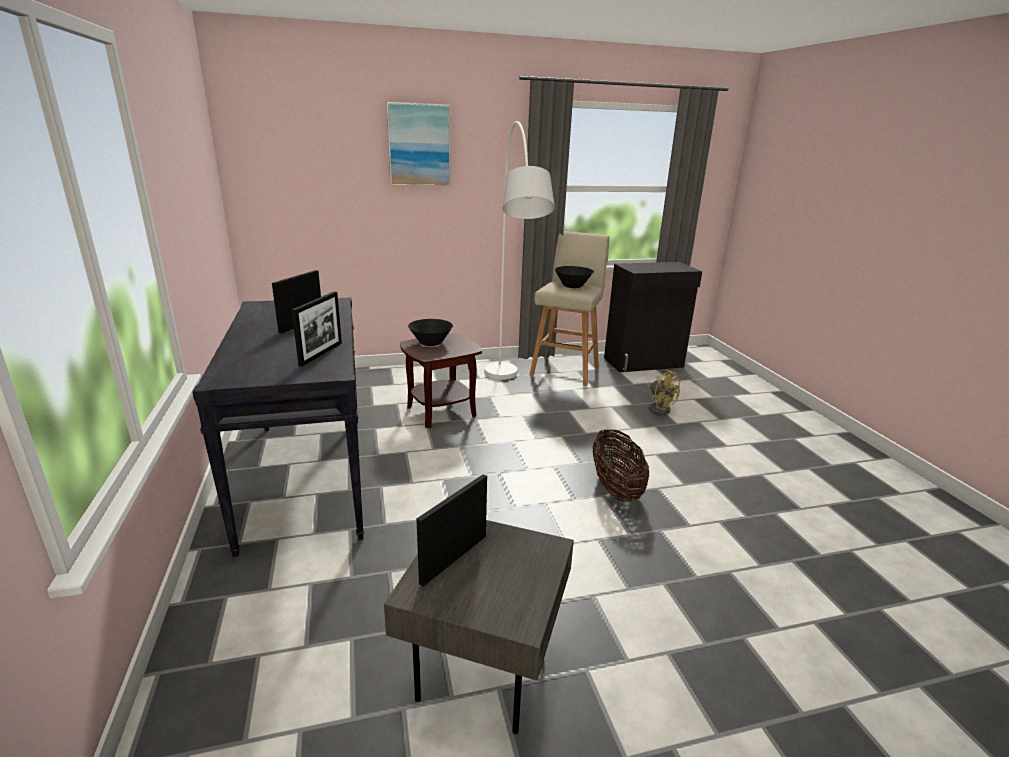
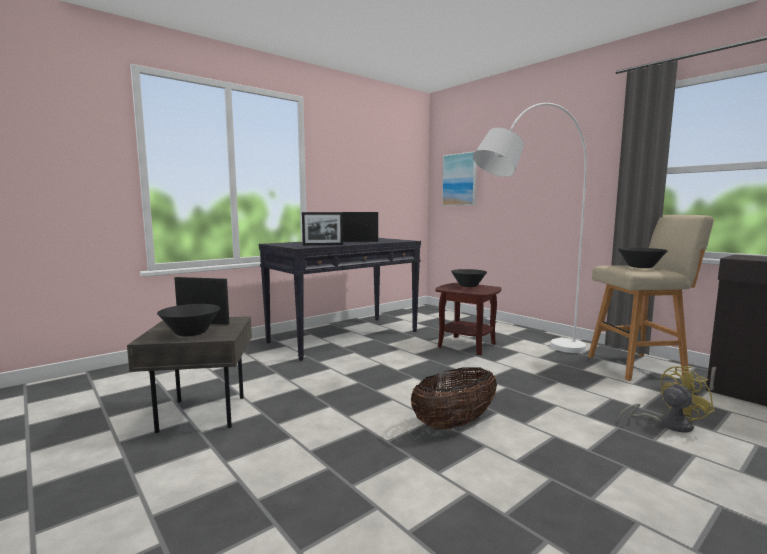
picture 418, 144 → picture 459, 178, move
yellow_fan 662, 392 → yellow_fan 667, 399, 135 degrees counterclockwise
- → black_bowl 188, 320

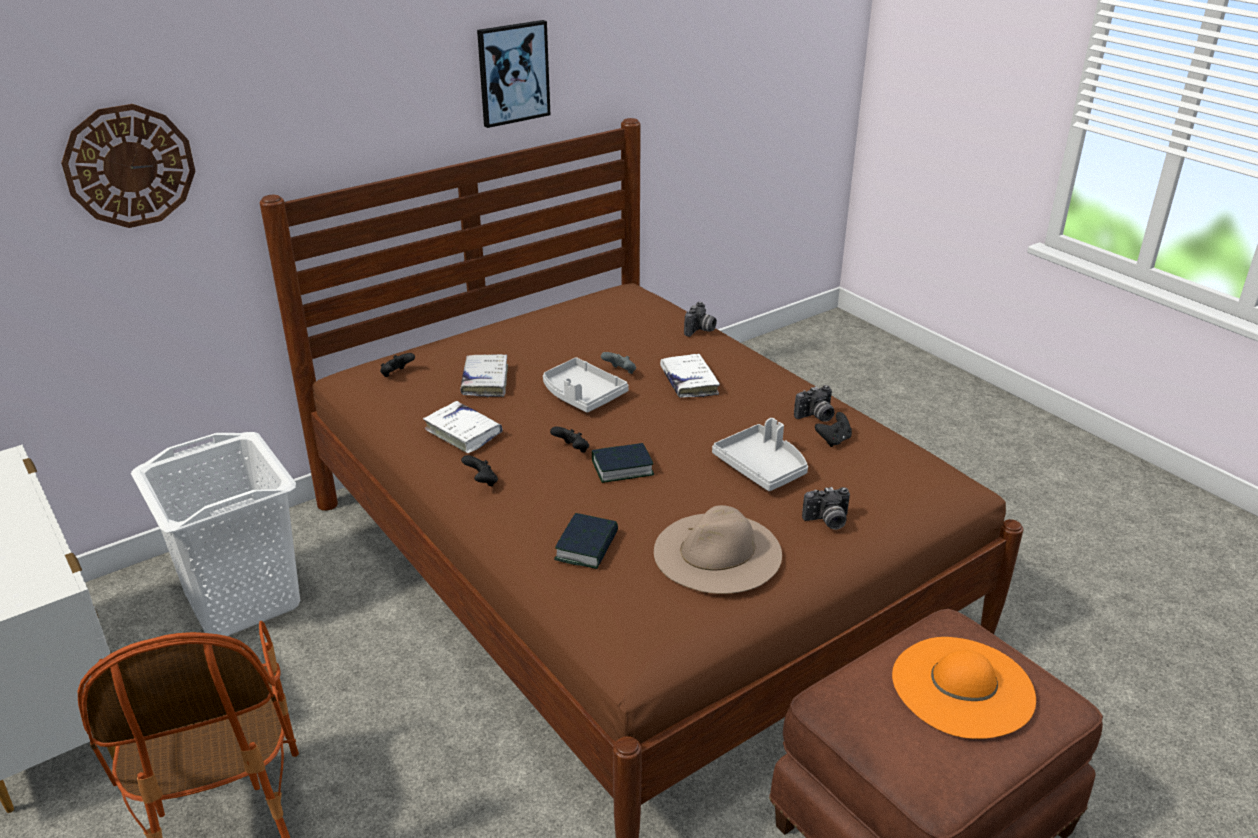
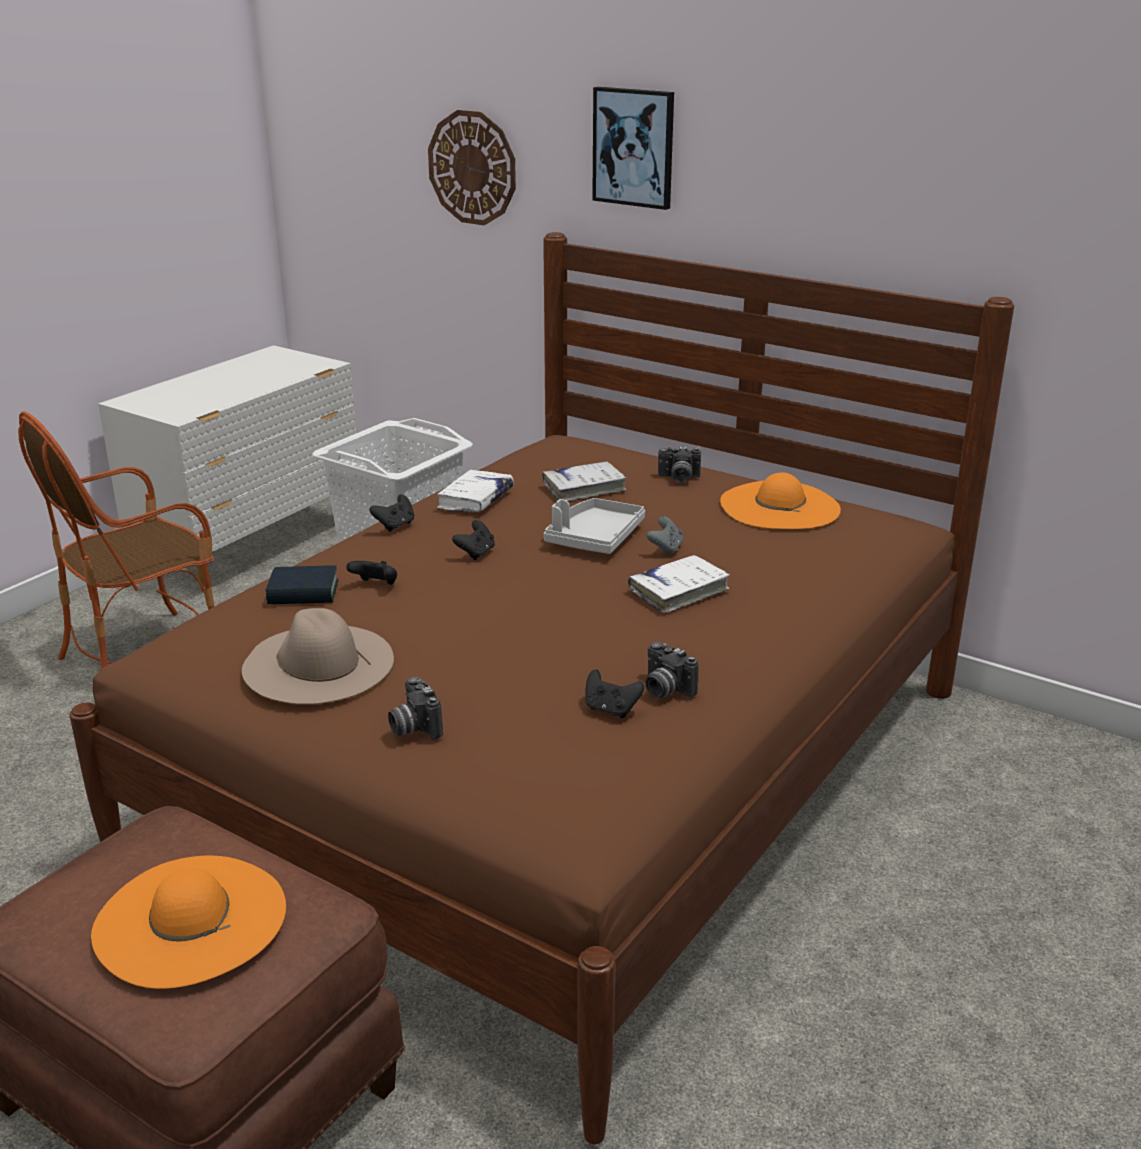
black_game_controller 397, 365 → black_game_controller 371, 573, move
picture 513, 74 → picture 633, 148, move
book 623, 463 → -
photo_camera 700, 319 → photo_camera 679, 464, move
grey_tray 760, 454 → -
- → orange_hat 780, 500

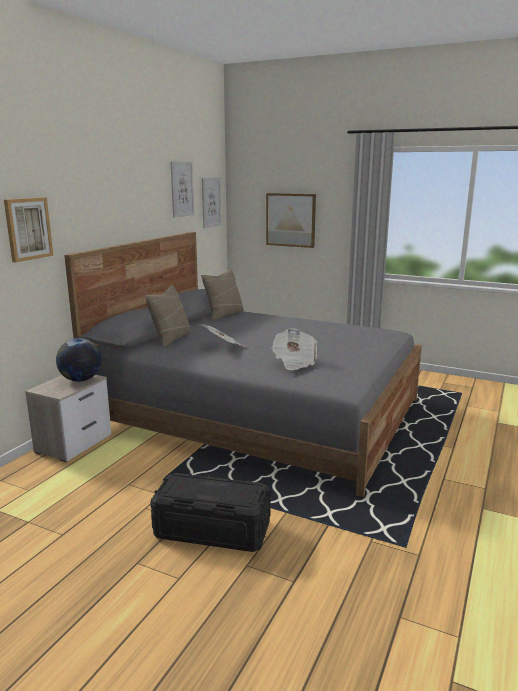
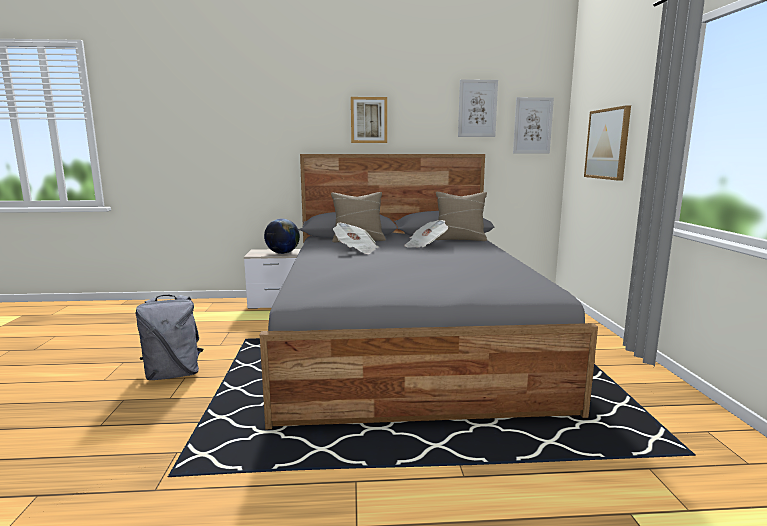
picture 28, 229 → picture 369, 120, move
black_storage_box 210, 512 → grey_backpack 169, 337
newspaper 294, 349 → newspaper 426, 234, move

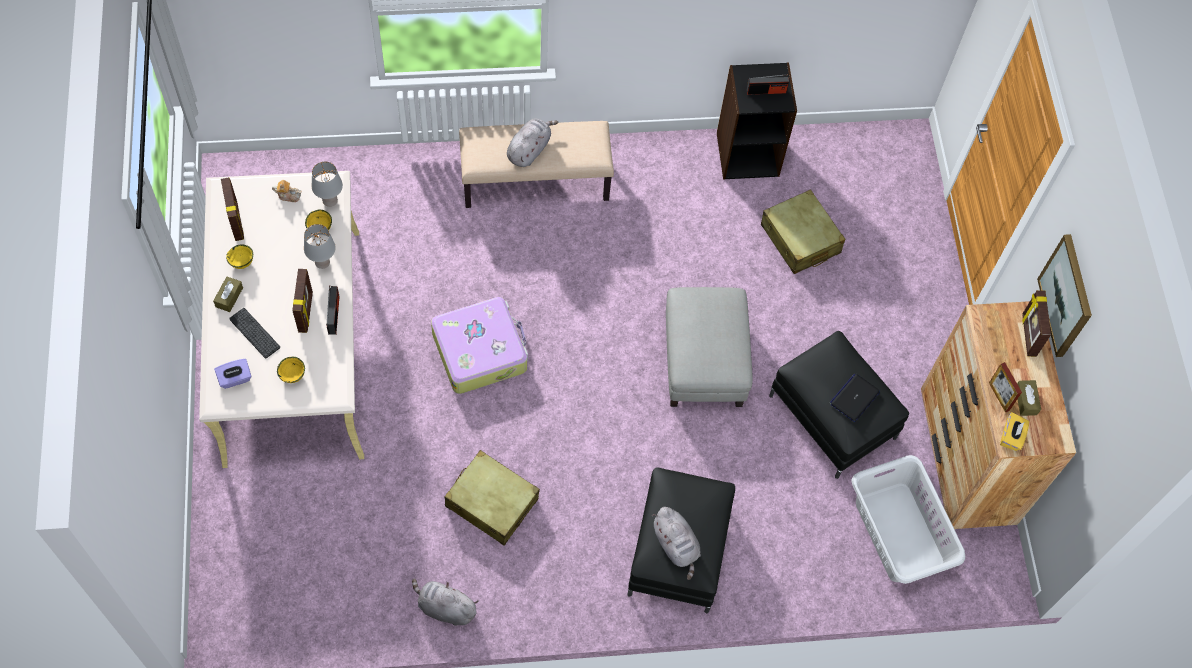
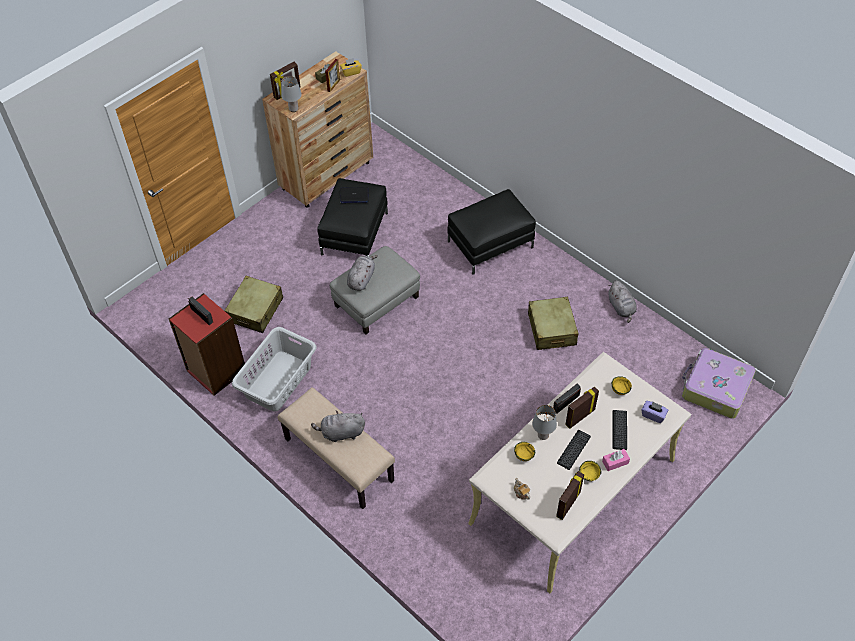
brown_tissue_box 228, 294 → pink_tissue_box 616, 460
grey_table_lamp 327, 184 → grey_table_lamp 291, 94, move
suitcase 479, 345 → suitcase 719, 383, move
grey_plush_toy 676, 543 → grey_plush_toy 362, 273, move
black_bookcase 757, 121 → red_bookcase 207, 344
grey_laundry_basket 908, 519 → grey_laundry_basket 274, 369, move
picture 1064, 295 → -
- → keyboard 574, 450

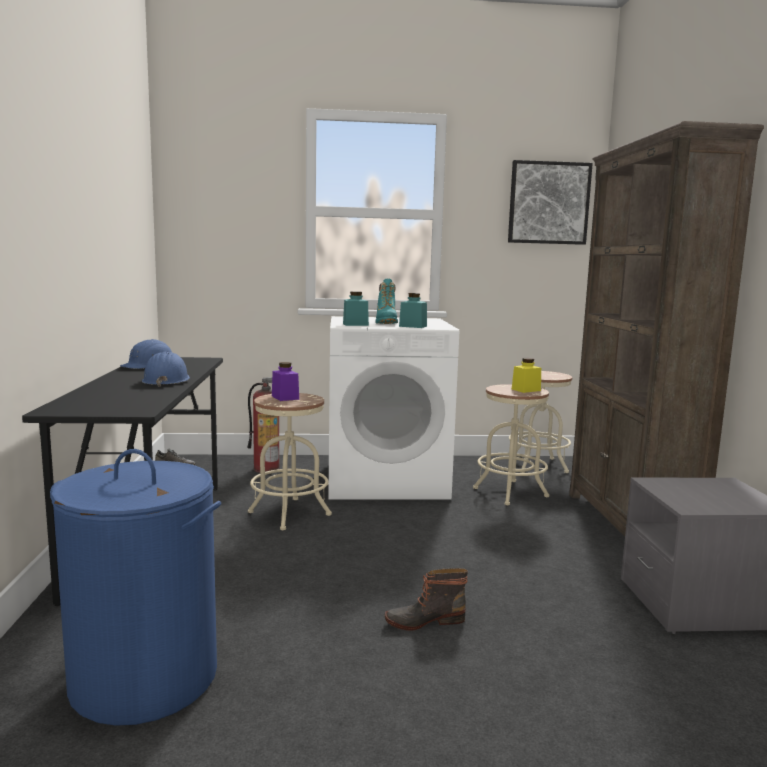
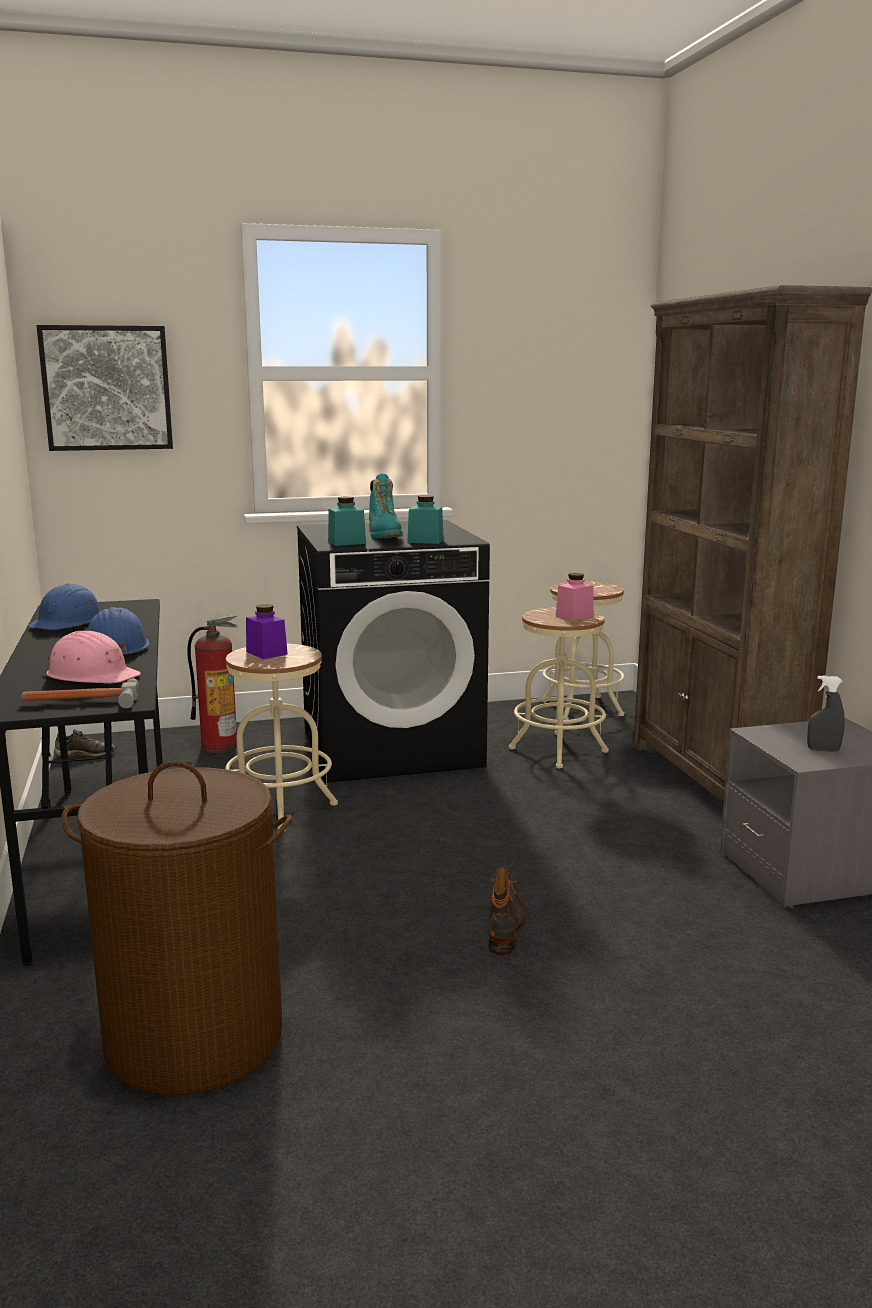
blue_laundry_basket 135, 587 → brown_laundry_basket 176, 928
white_washing_machine 393, 408 → black_washing_machine 393, 651
boot 426, 599 → boot 507, 911, 120 degrees clockwise
picture 550, 202 → picture 104, 388, move
yellow_jar 526, 375 → pink_jar 575, 596
- → hammer 80, 693
- → pink_hard_hat 94, 657
- → grey_spray_bottle 826, 713

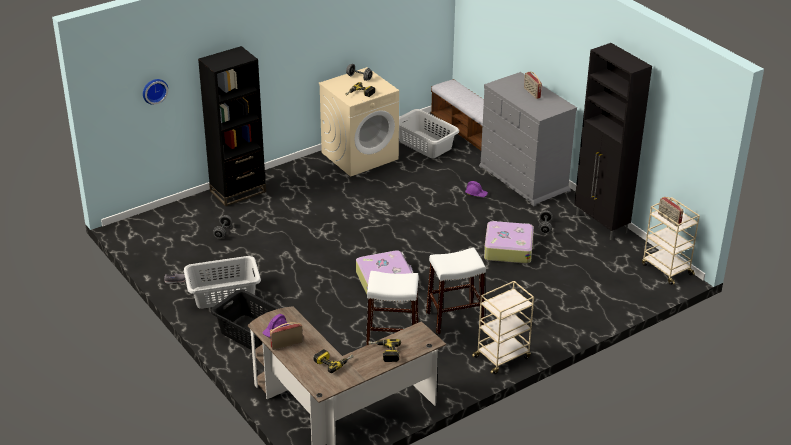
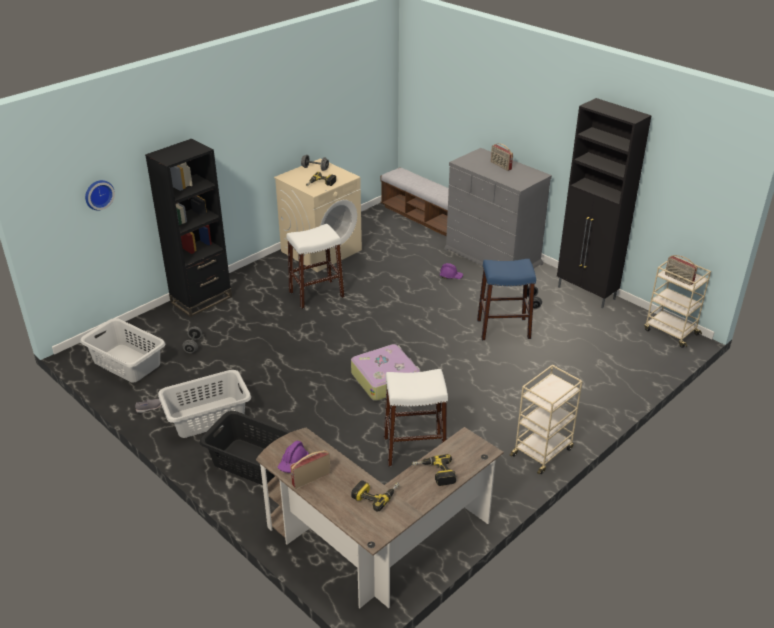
grey_laundry_basket 429, 133 → grey_laundry_basket 122, 350, move
white_stool 456, 291 → white_stool 315, 266, move
suitcase 509, 242 → blue_stool 506, 299

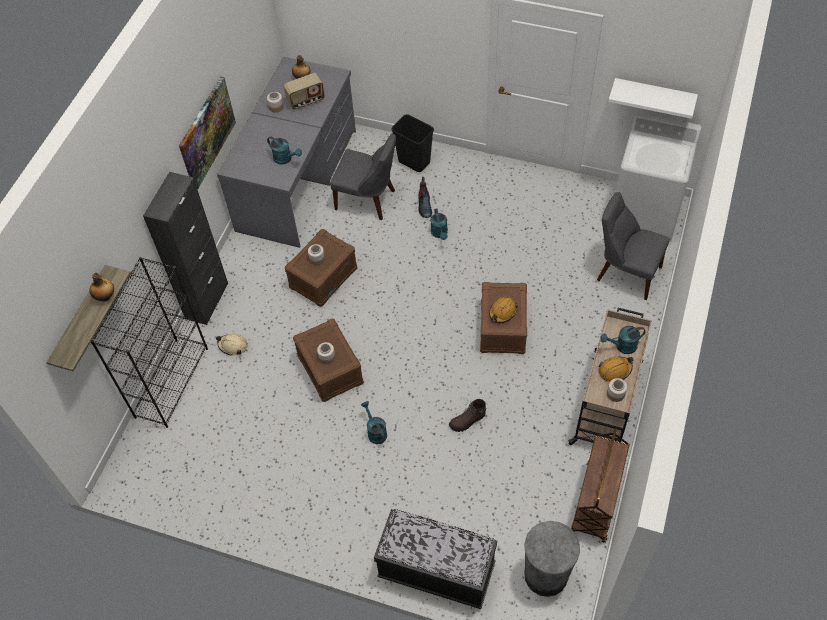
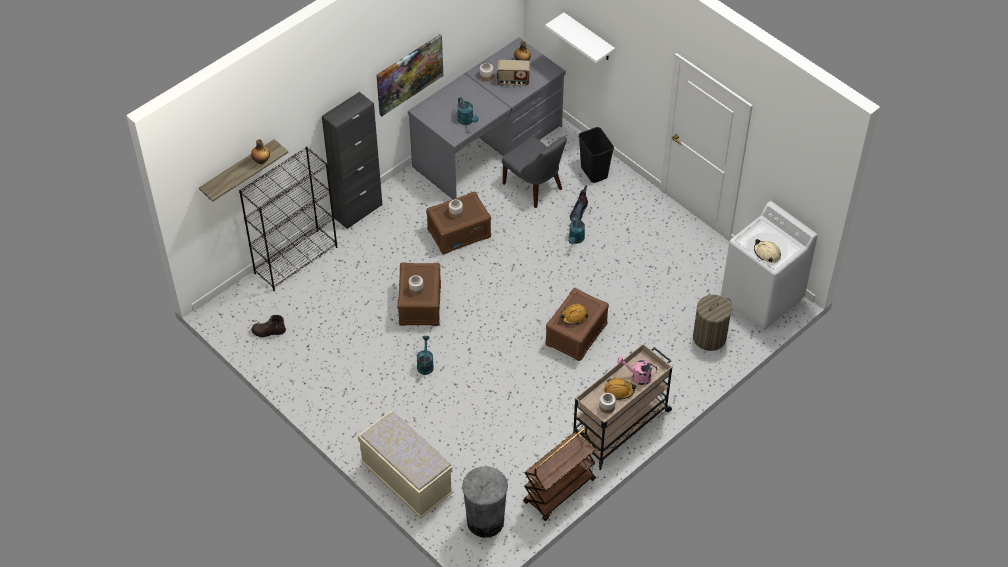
beige_hard_hat 232, 345 → beige_hard_hat 767, 251, move
black_bench 435, 559 → beige_bench 405, 464
brown_boot 467, 415 → brown_boot 268, 326, move
grey_chair 633, 246 → laundry_basket 712, 323
turquoise_watering_can 622, 340 → pink_watering_can 637, 370
white_shelf 653, 98 → white_shelf 580, 38, move

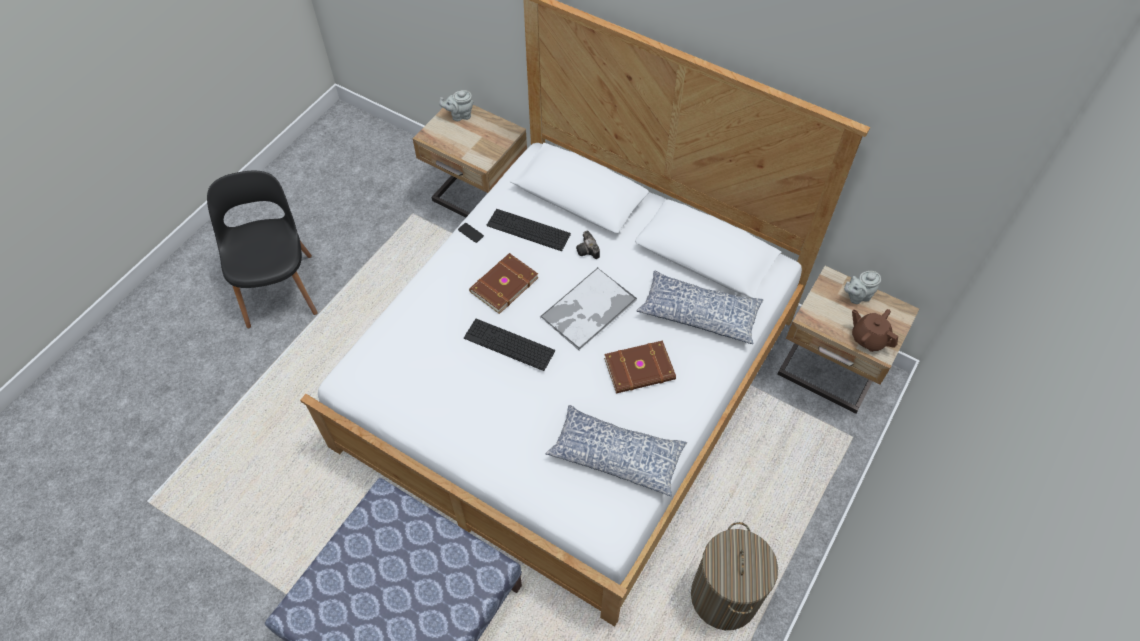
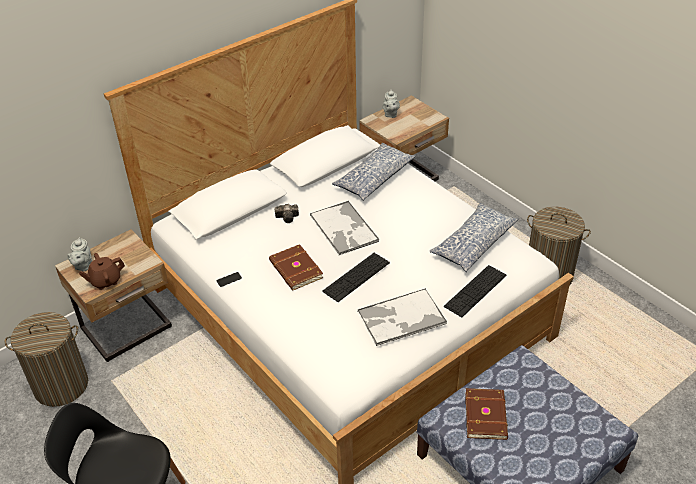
keyboard 529, 230 → keyboard 475, 291, move
brown_book 640, 367 → brown_book 486, 414, move
brown_teapot 875, 330 → brown_teapot 102, 271, move
- → laundry_basket 46, 359
- → tray 402, 317

